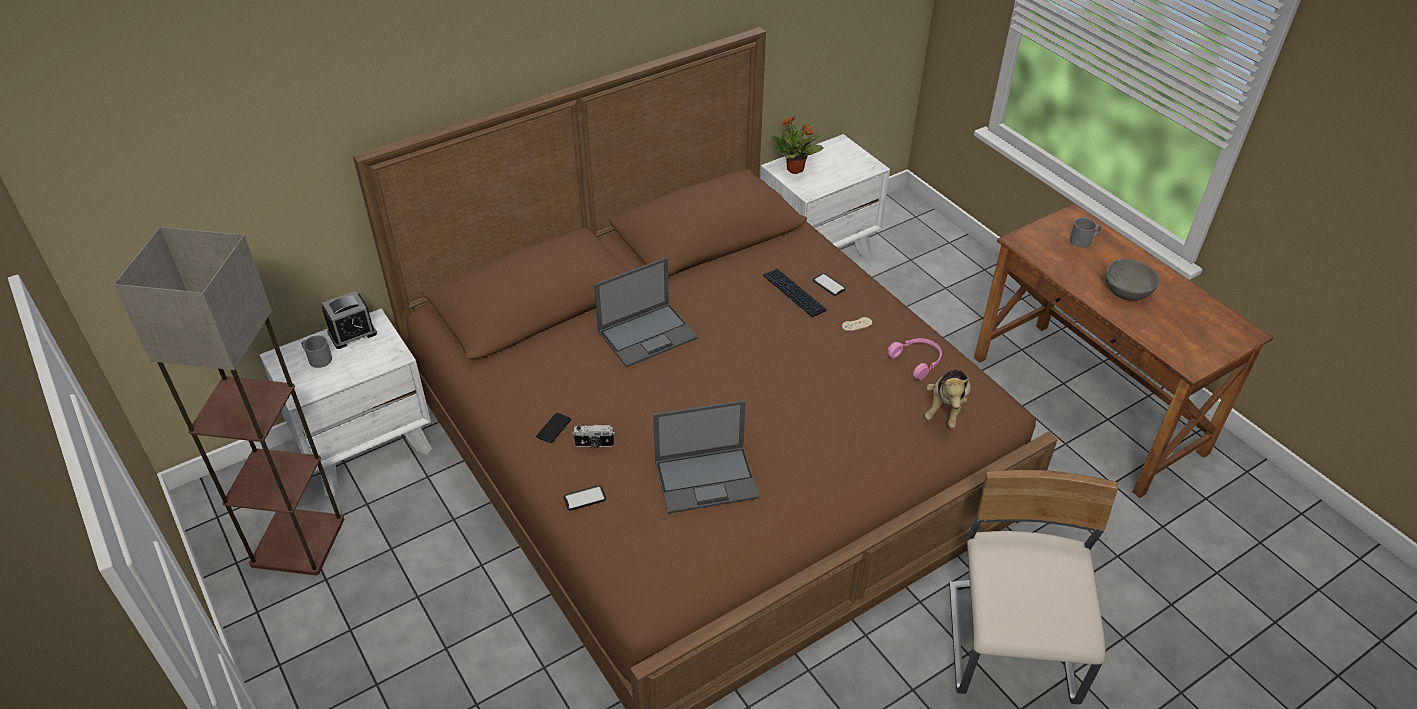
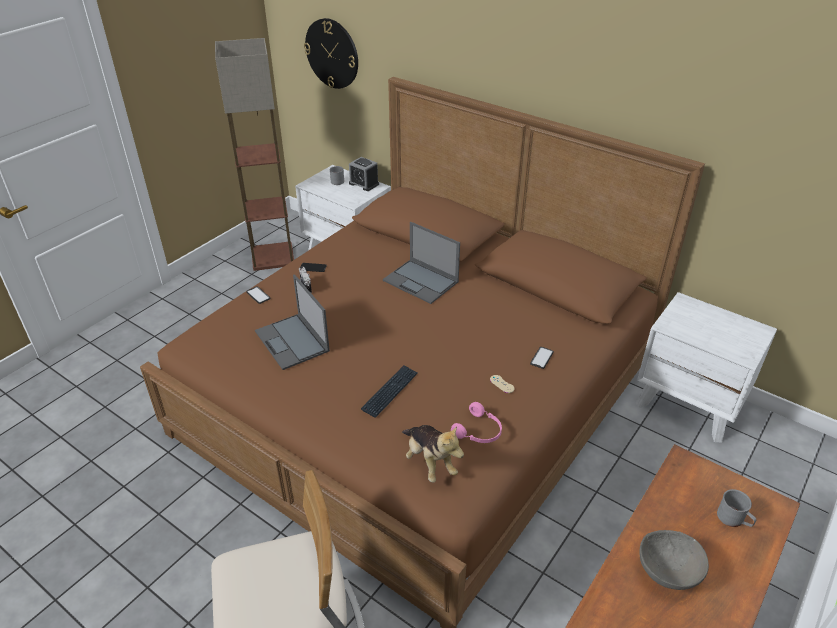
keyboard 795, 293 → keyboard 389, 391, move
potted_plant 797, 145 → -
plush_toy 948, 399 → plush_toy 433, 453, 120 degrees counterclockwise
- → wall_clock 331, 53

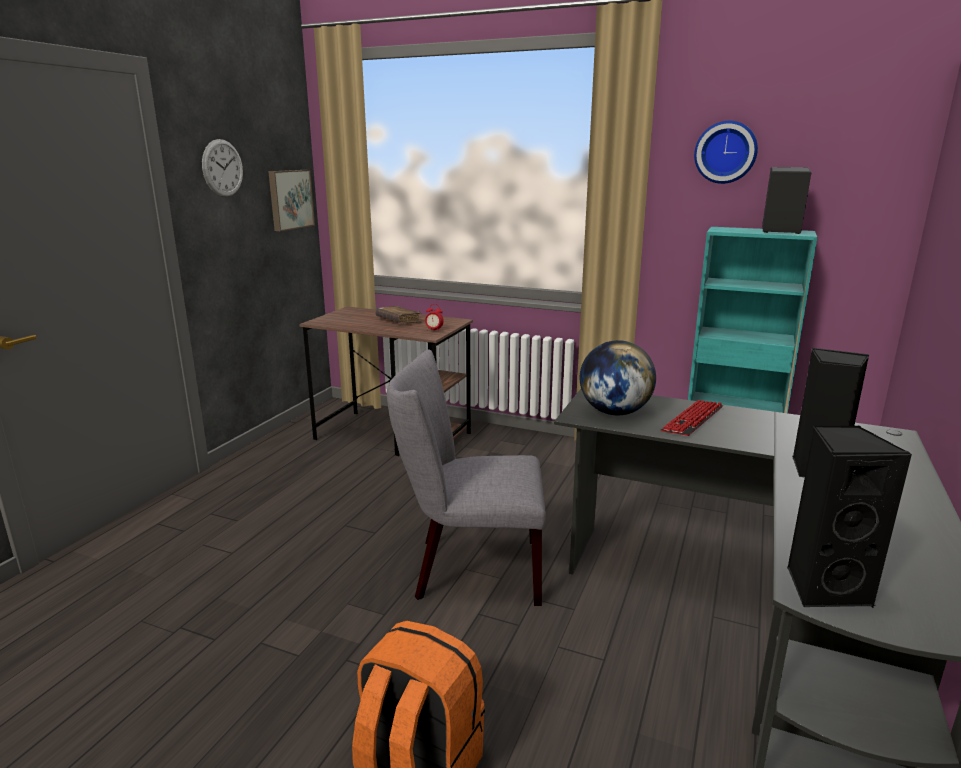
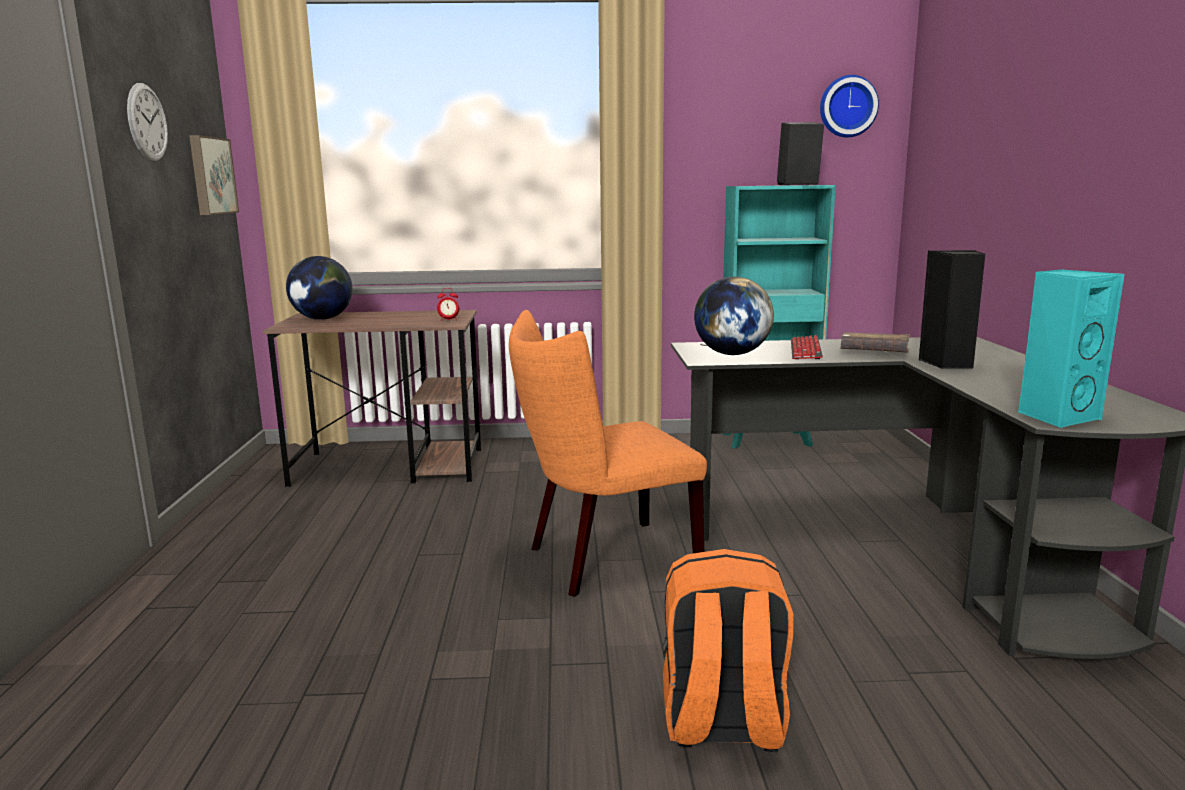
brown_book 398, 314 → brown_book 875, 342, move
grey_chair 466, 478 → orange_chair 608, 453
wall_clock 726, 152 → wall_clock 849, 106, move
black_speaker 849, 517 → turquoise_speaker 1071, 348
- → globe 319, 288

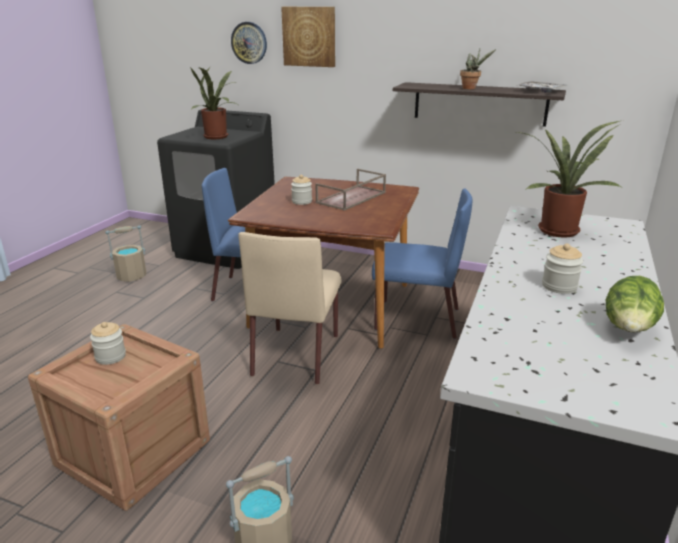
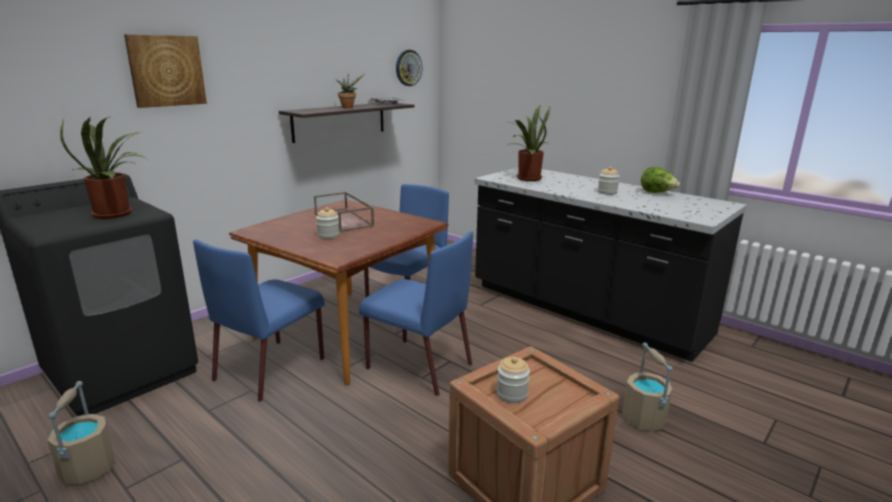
wall_clock 249, 43 → wall_clock 409, 68, move
beige_chair 290, 308 → blue_chair 416, 313

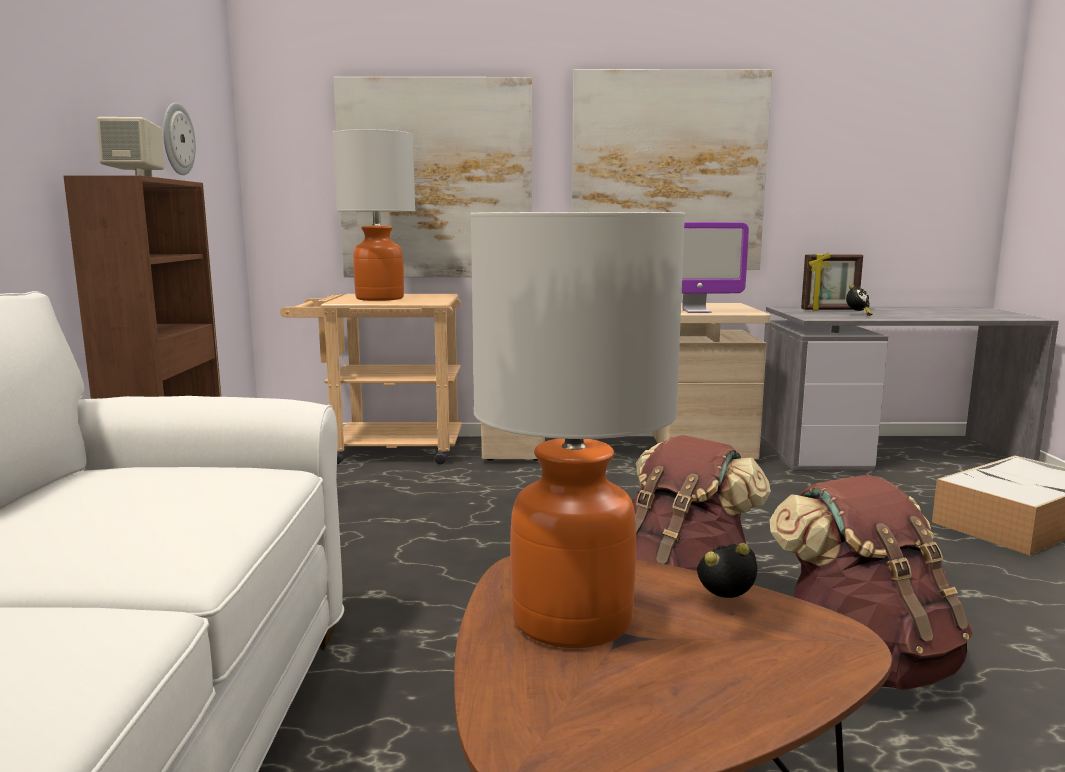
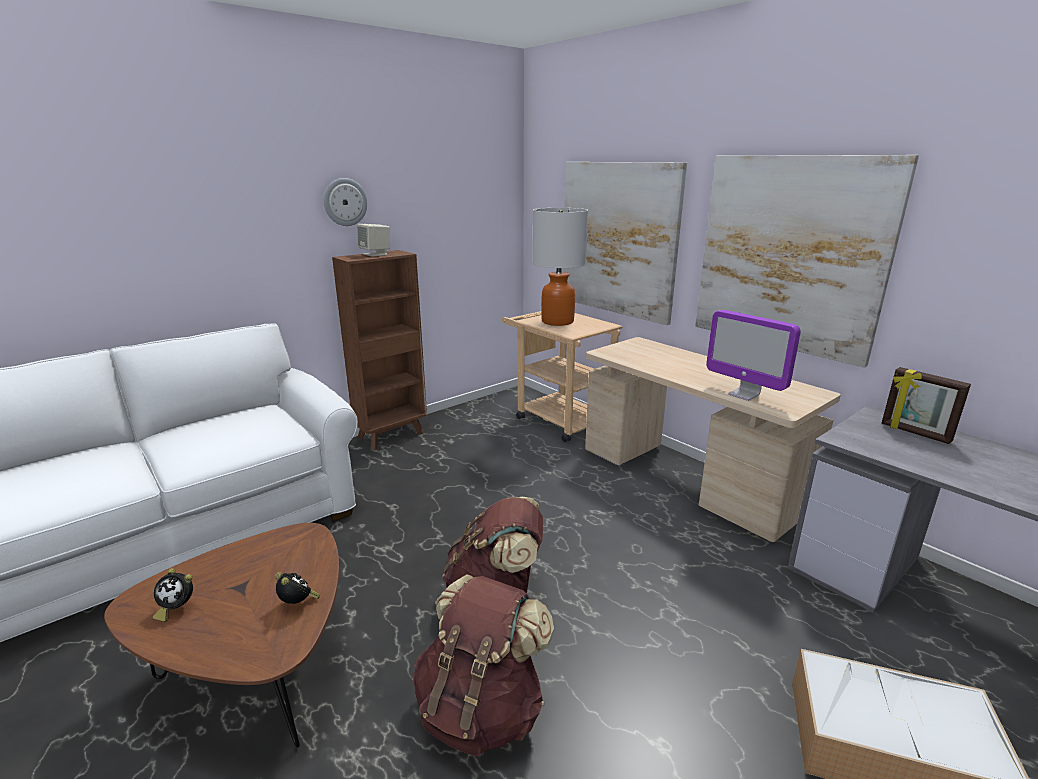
wall_clock 179, 138 → wall_clock 345, 202, move
table_lamp 577, 430 → -
alarm_clock 859, 300 → alarm_clock 173, 595, move

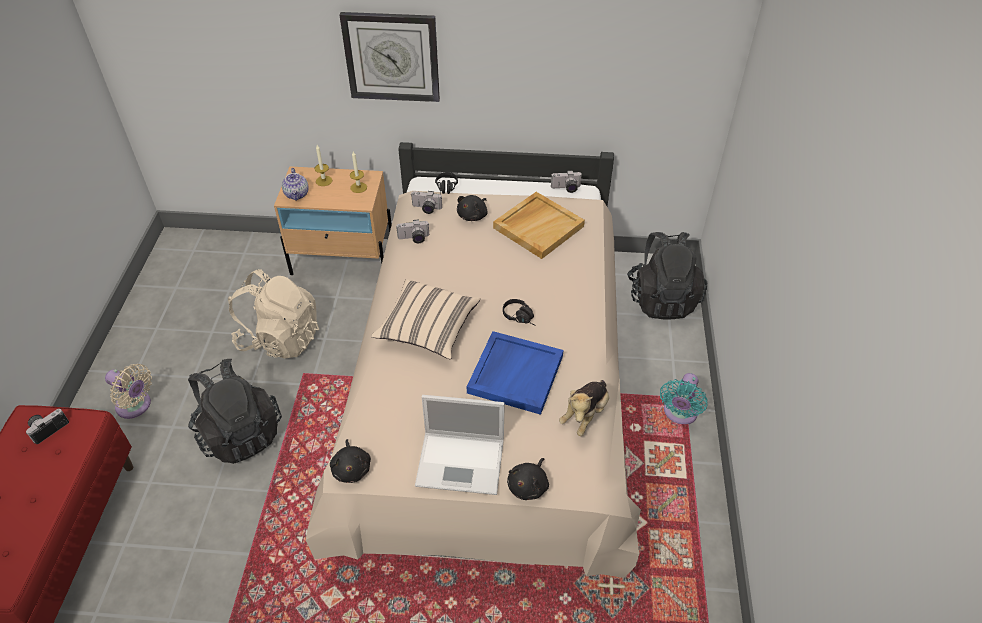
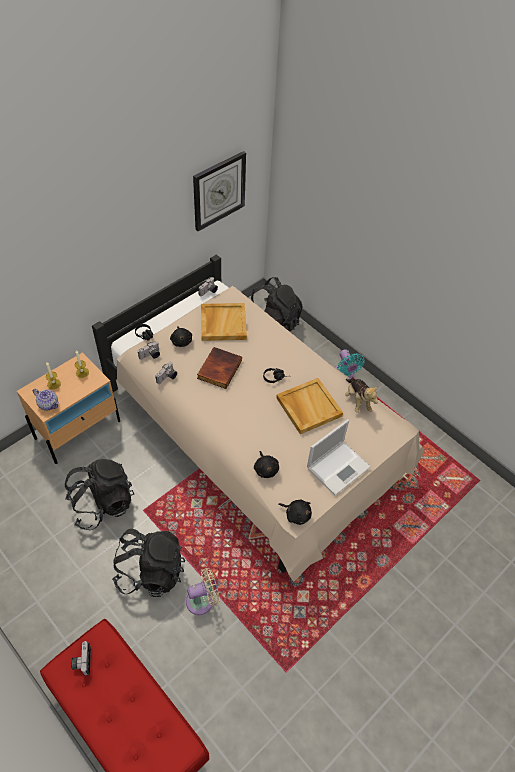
beige_fan 128, 391 → beige_fan 203, 591, move
beige_backpack 273, 313 → black_backpack 99, 494
wall_clock 390, 57 → wall_clock 219, 191, move
beige_pillow 425, 319 → -
blue_tray 515, 373 → beige_tray 309, 406
black_plush_toy 528, 479 → black_plush_toy 266, 464, move
- → book 219, 368

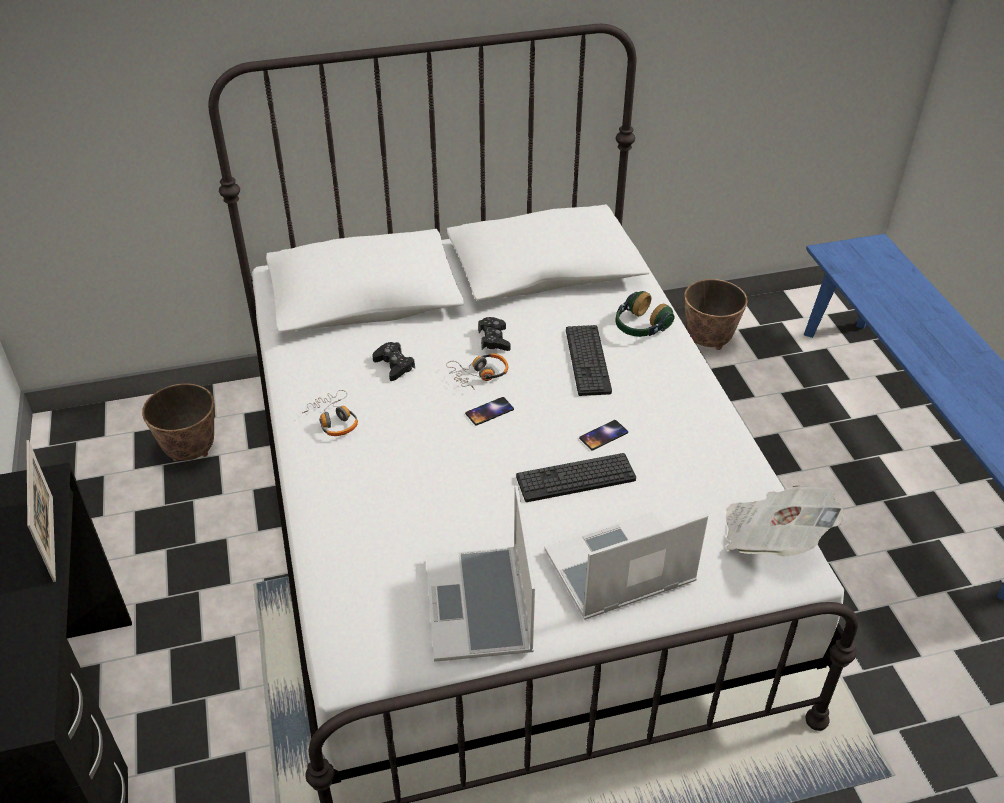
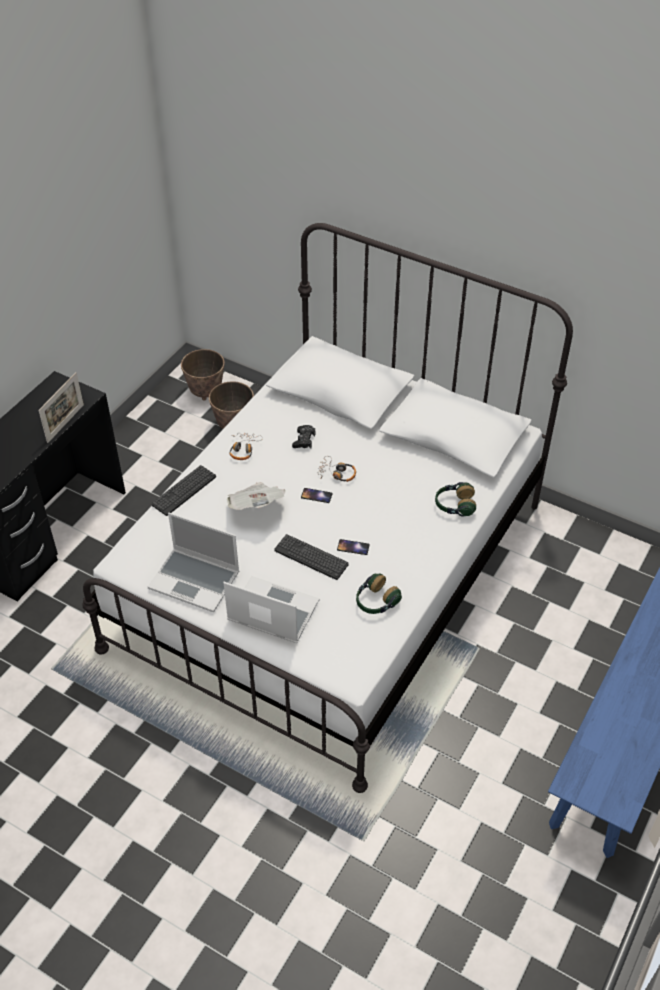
laptop 480, 573 → laptop 193, 563, 105 degrees counterclockwise
black_game_controller 494, 334 → -
keyboard 589, 360 → keyboard 183, 490, move
planter 715, 314 → planter 203, 375, move
newspaper 785, 520 → newspaper 256, 496, move
- → headphones 379, 593

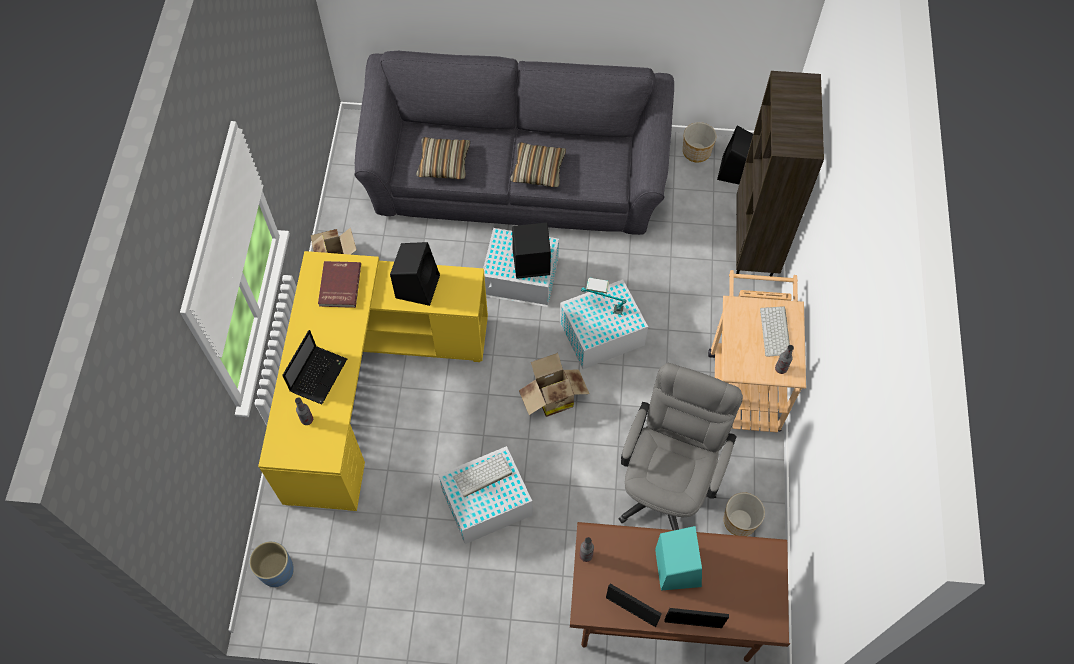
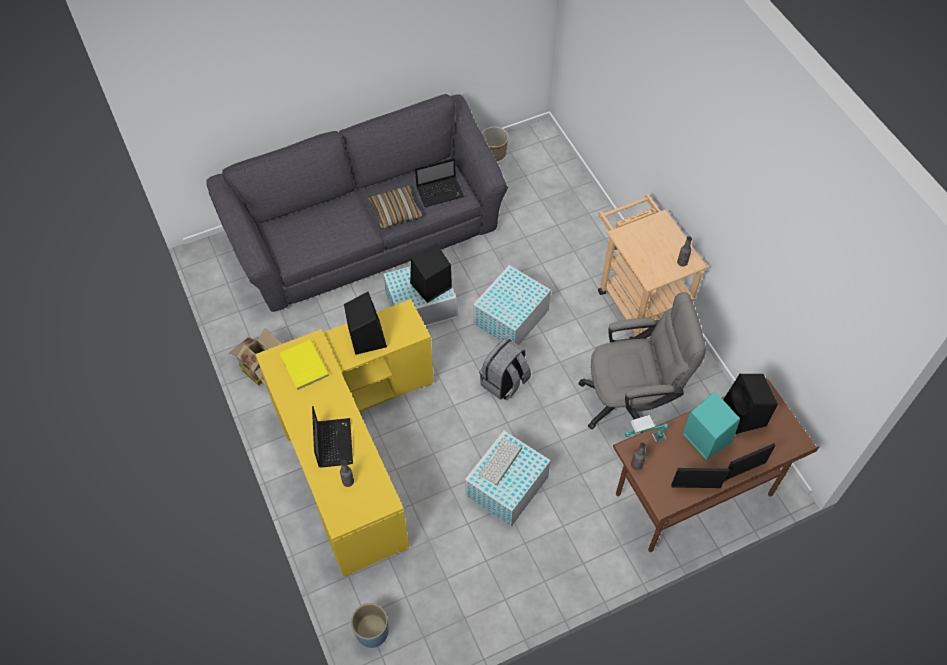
red_book 339, 284 → yellow_book 304, 365
pillow 443, 158 → -
cardboard_box 554, 385 → grey_backpack 505, 368
table_lamp 604, 296 → table_lamp 647, 428, move
grey_office_chair 681, 446 → grey_office_chair 642, 362, 90 degrees clockwise
black_speaker 735, 155 → black_speaker 750, 404, move
planter 744, 514 → -
brown_bookcase 780, 173 → -
keyboard 775, 331 → -
- → laptop 439, 182

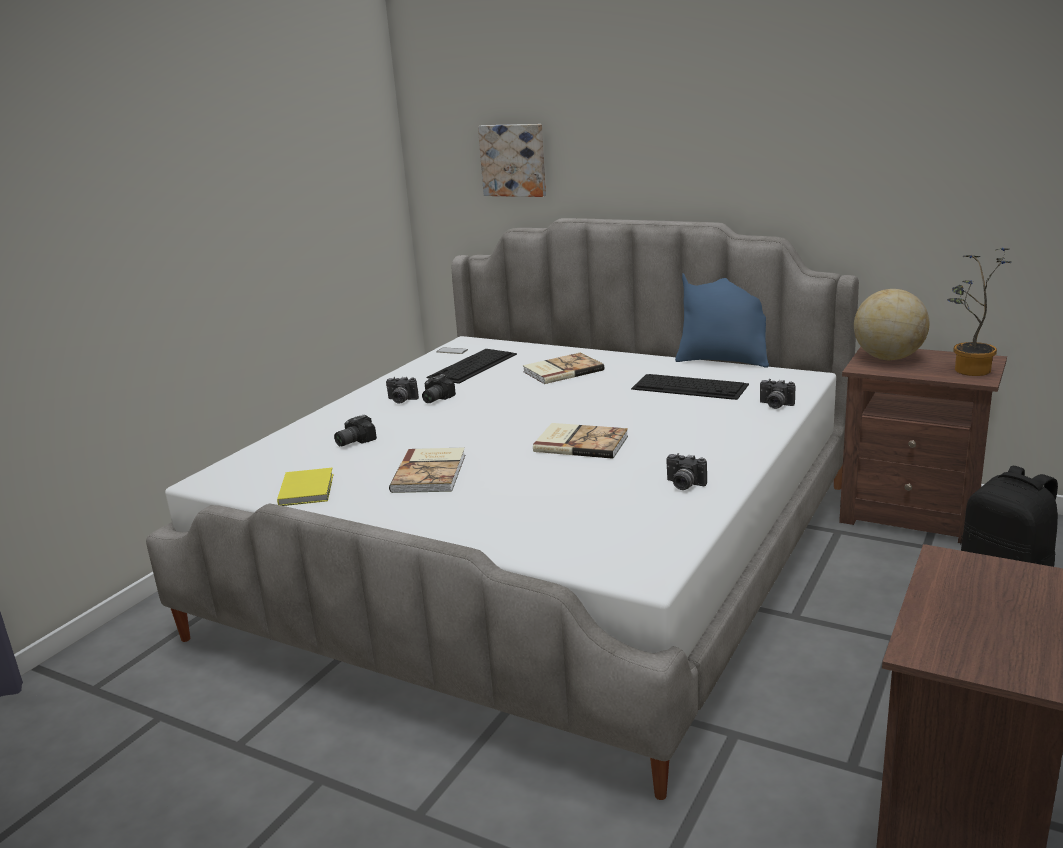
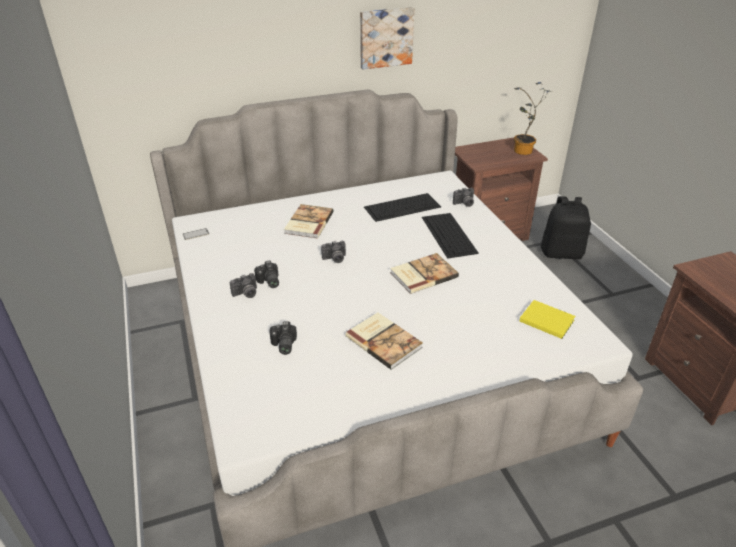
yellow_book 305, 487 → yellow_book 547, 319, move
keyboard 471, 366 → keyboard 450, 236, move
picture 512, 160 → picture 387, 38, move
photo_camera 686, 471 → photo_camera 333, 252, move
blue_pillow 722, 320 → -
globe 892, 324 → -

